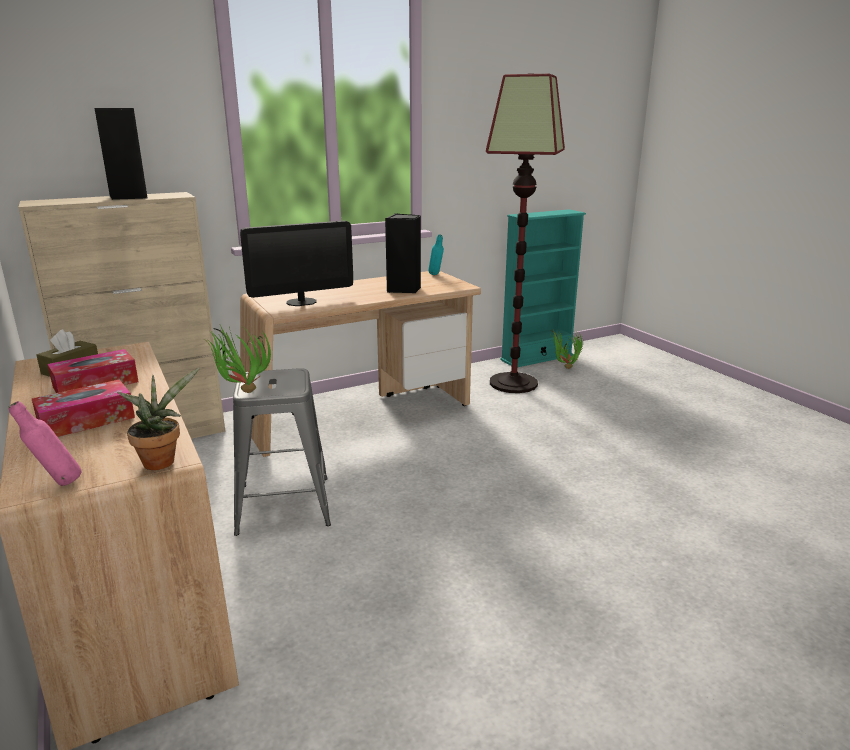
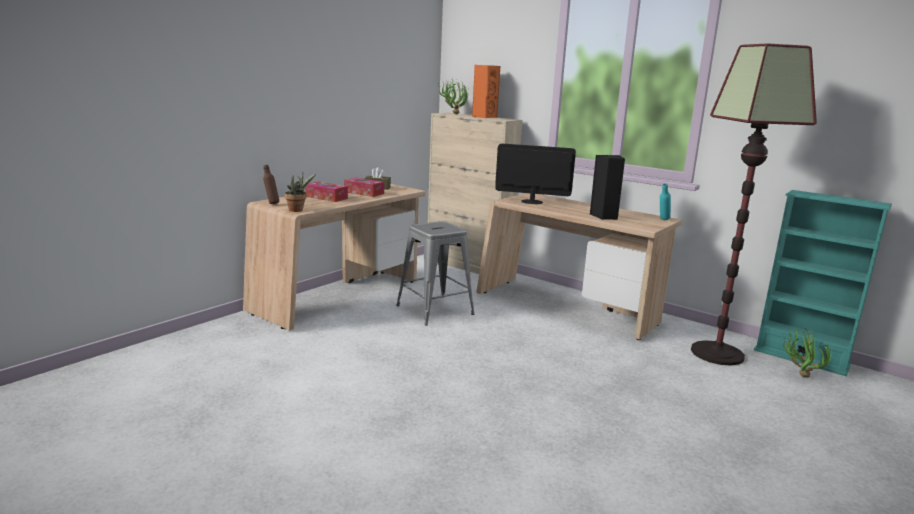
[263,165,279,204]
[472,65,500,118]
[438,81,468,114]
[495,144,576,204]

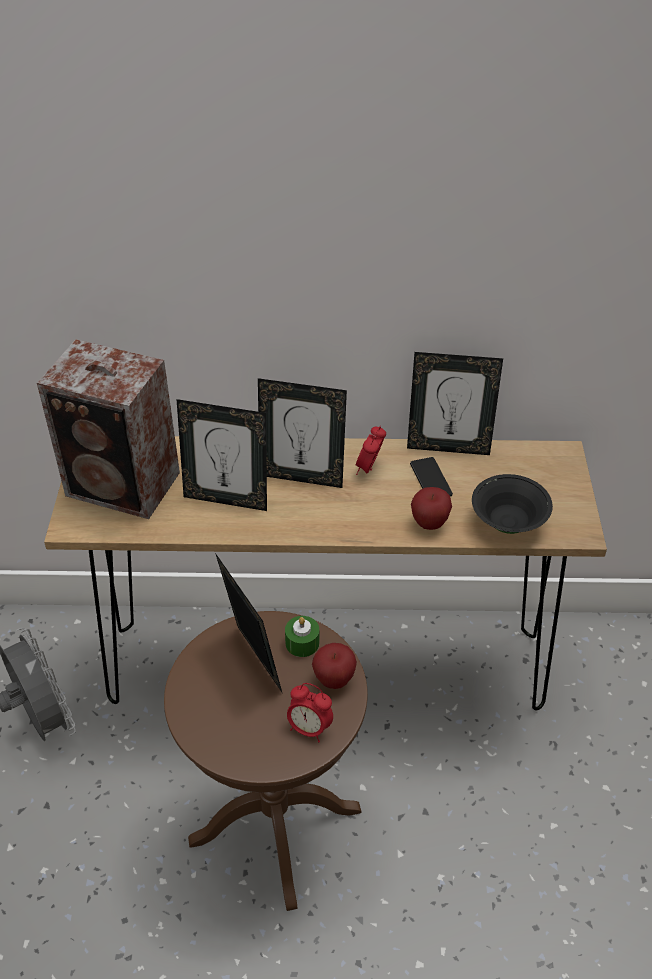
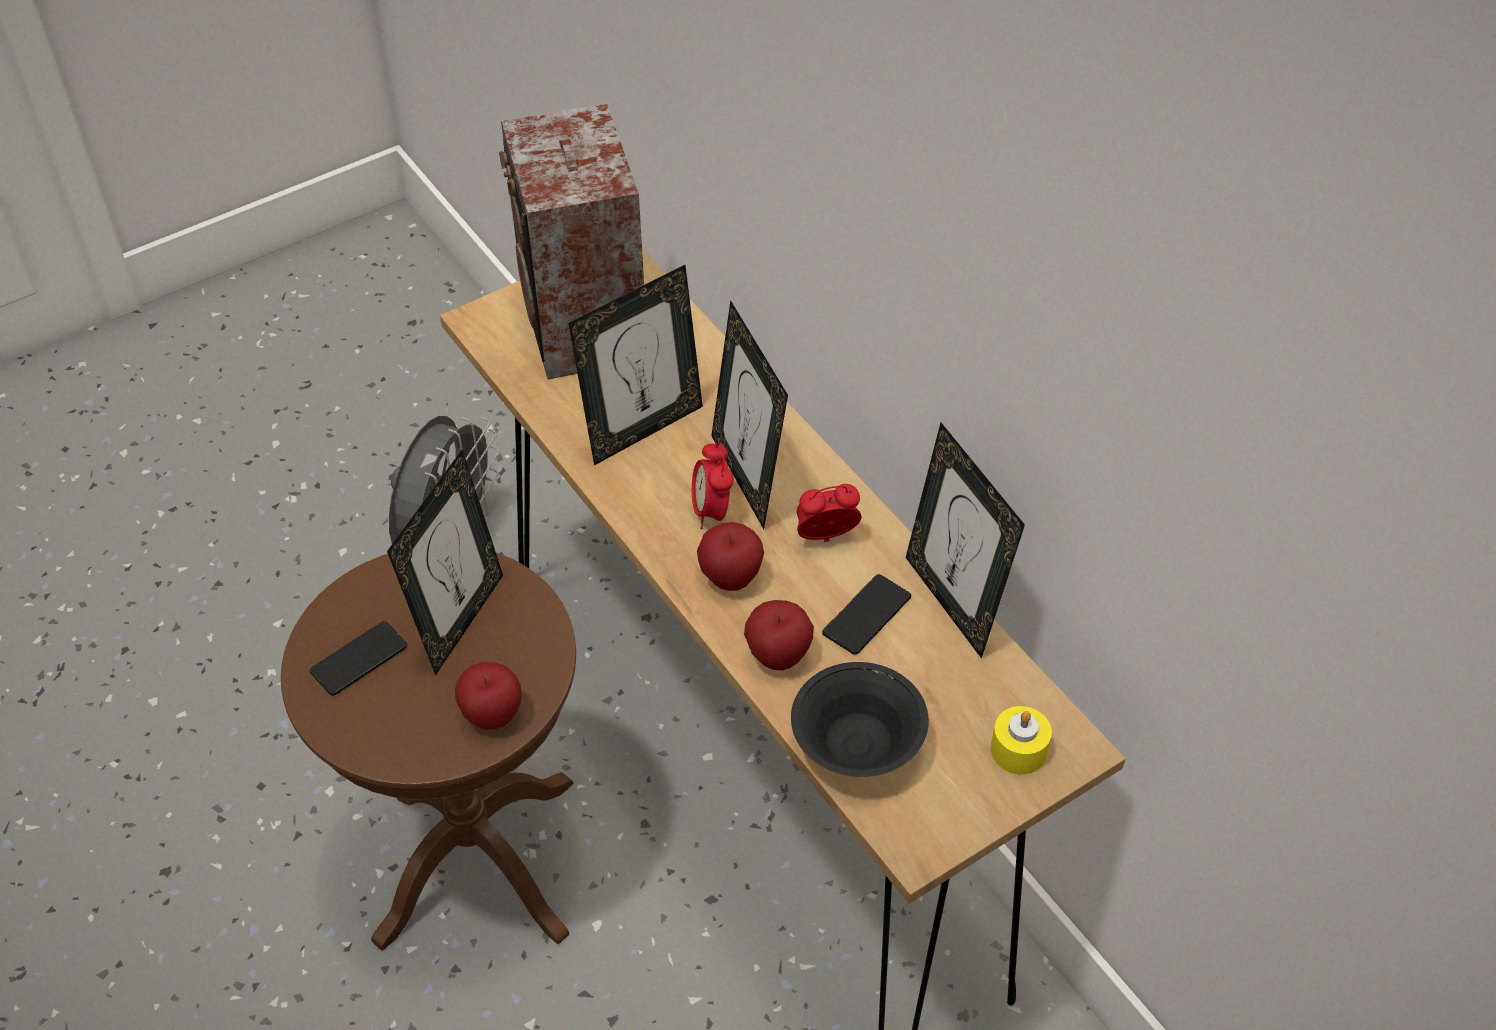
[568,265,703,465]
[285,616,319,657] (first image)
[692,442,734,529]
[310,621,408,696]
[697,522,764,591]
[991,706,1052,774]

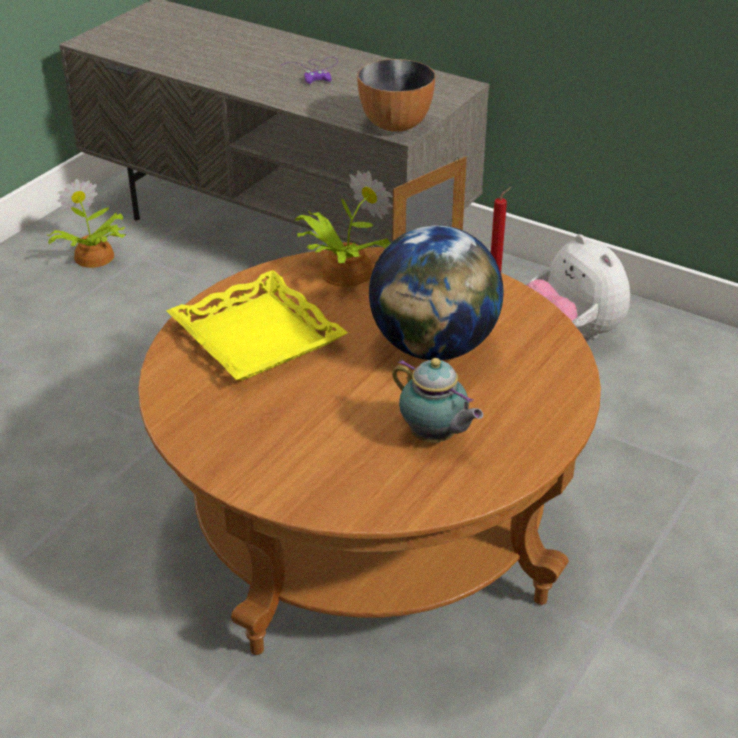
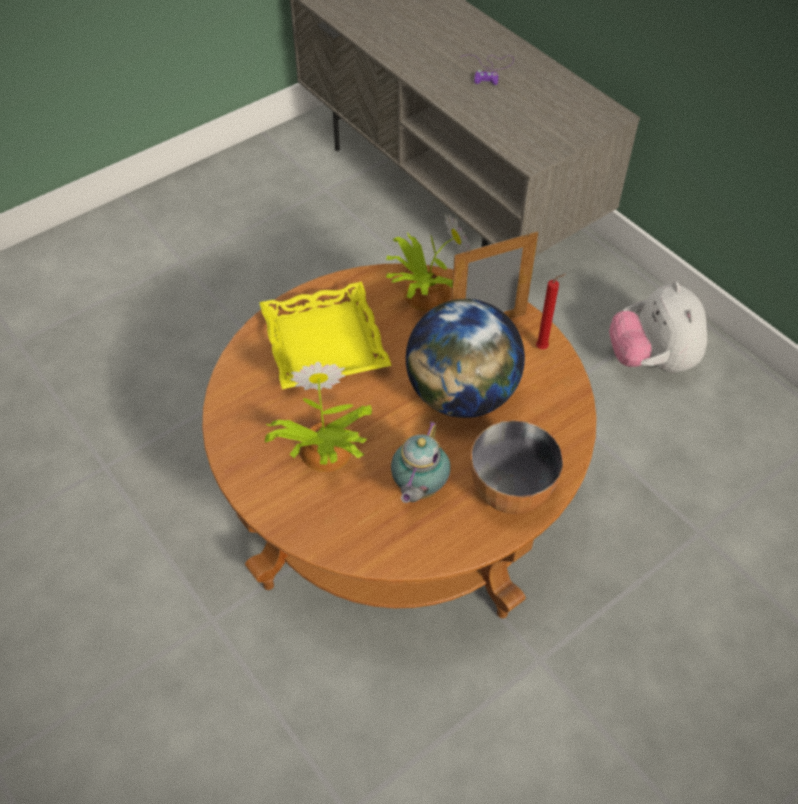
[265,362,372,472]
[470,420,563,514]
[391,421,450,503]

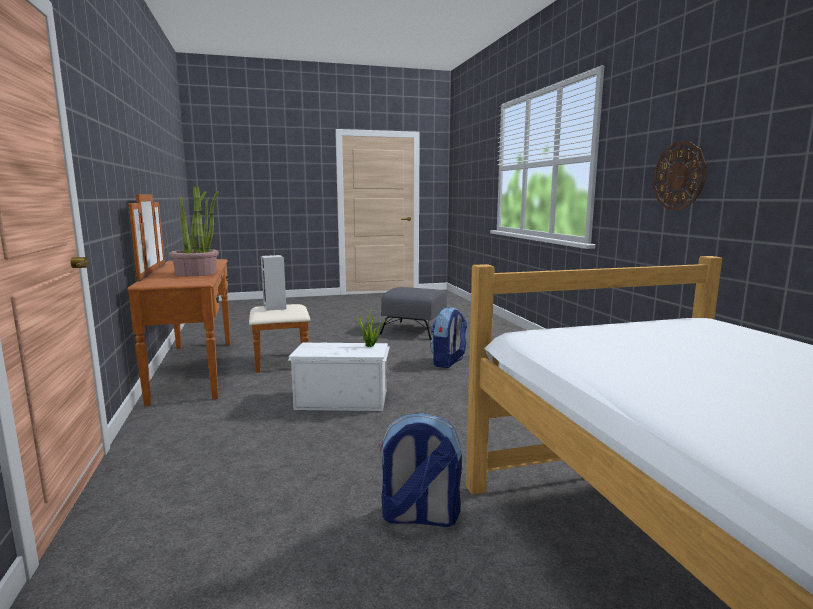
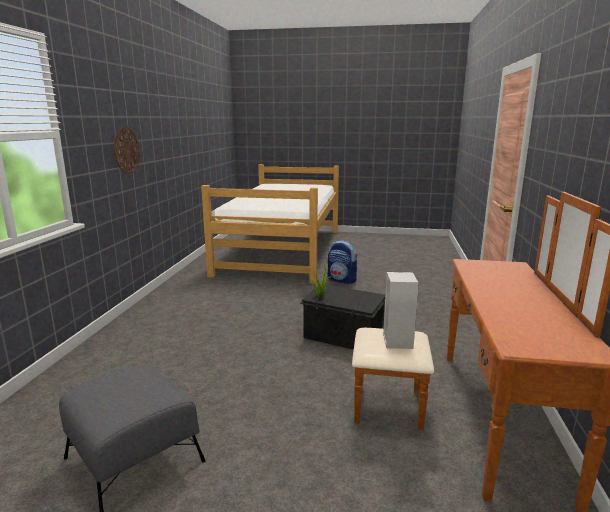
[169,186,219,276] (first image)
[300,285,385,350]
[430,307,467,368] (first image)

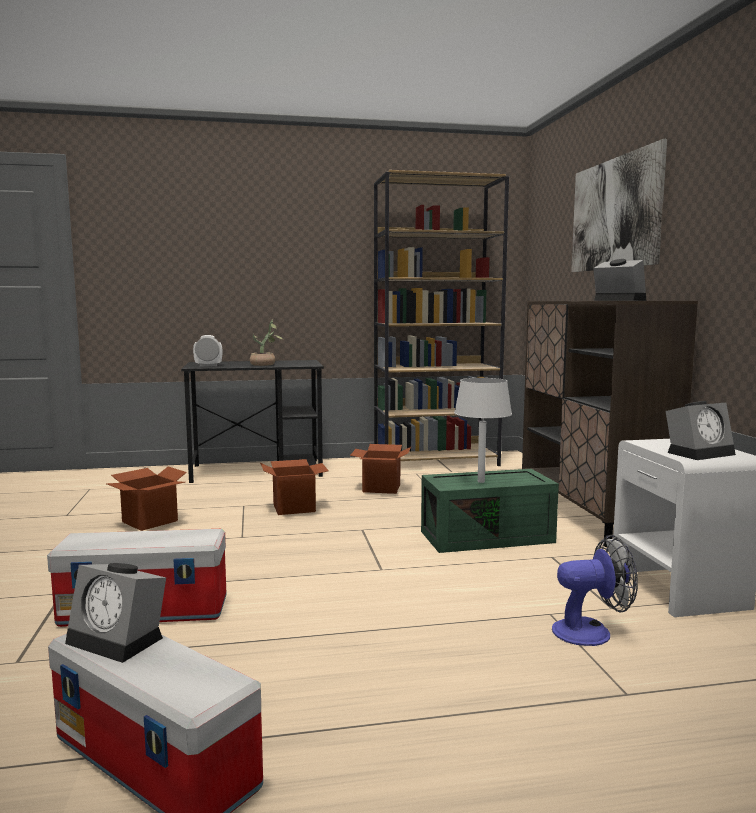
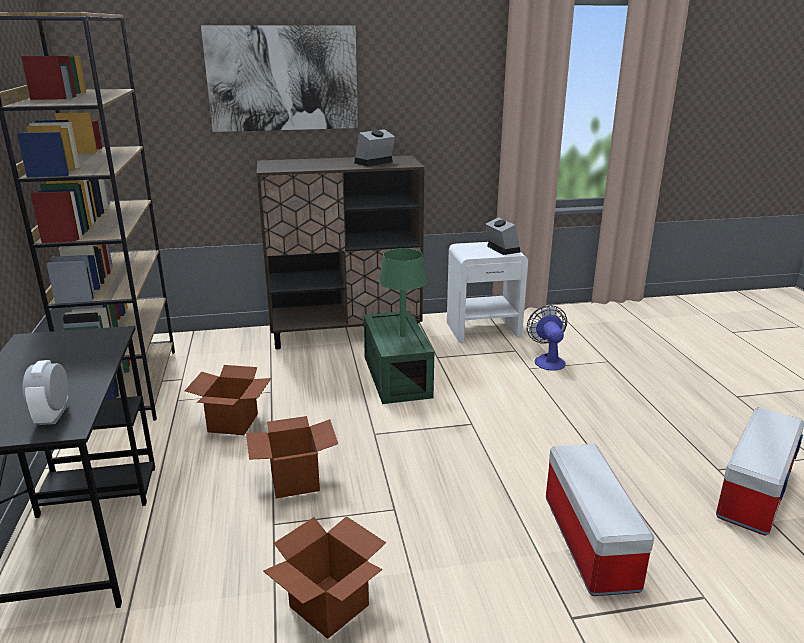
[65,563,166,663] (first image)
[250,320,283,366] (first image)
[379,248,427,337]

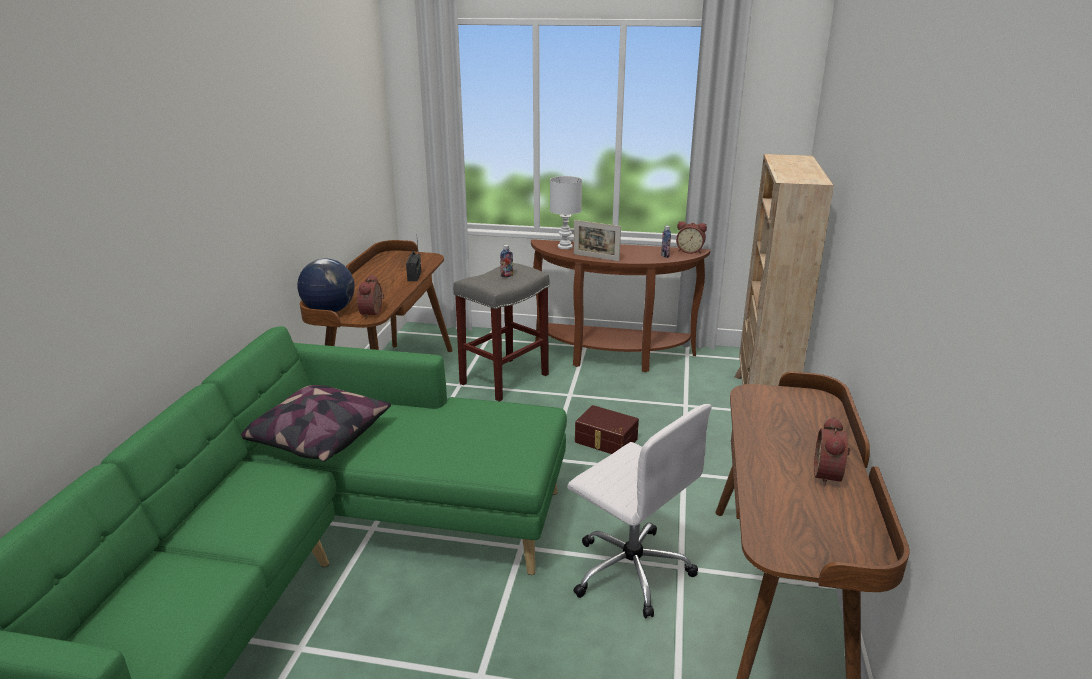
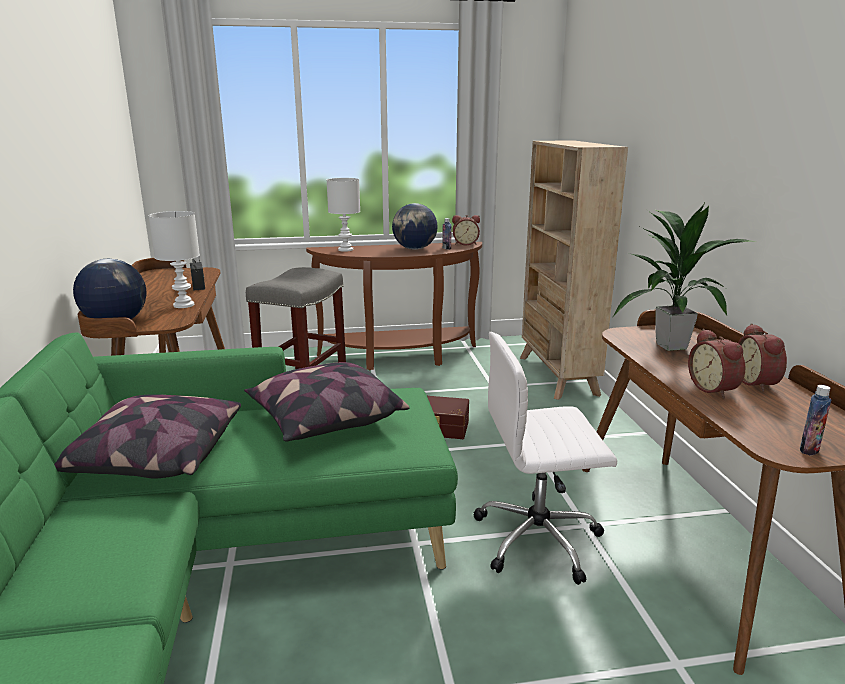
[688,329,745,398]
[800,385,832,456]
[473,332,617,585]
[574,220,621,261] (first image)
[148,211,200,308]
[244,362,410,441]
[392,203,438,250]
[613,203,758,351]

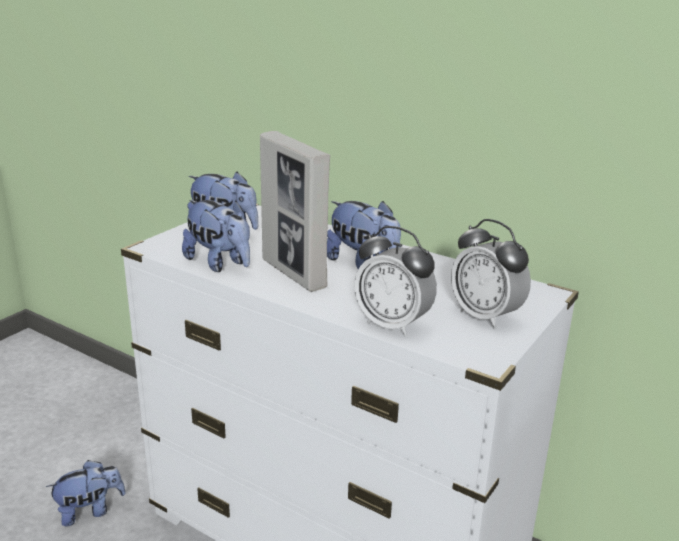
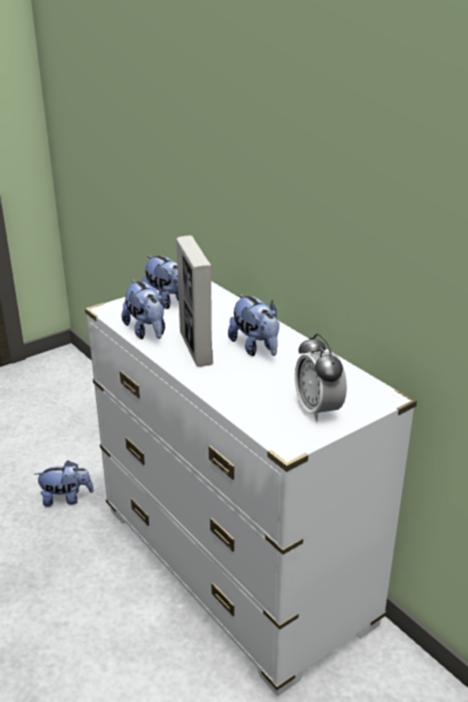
[354,226,437,337] (first image)

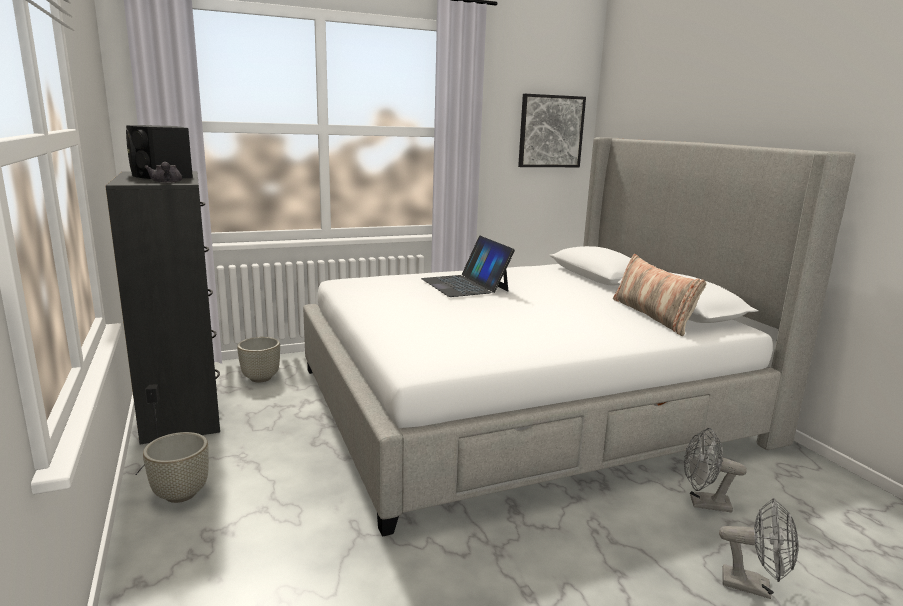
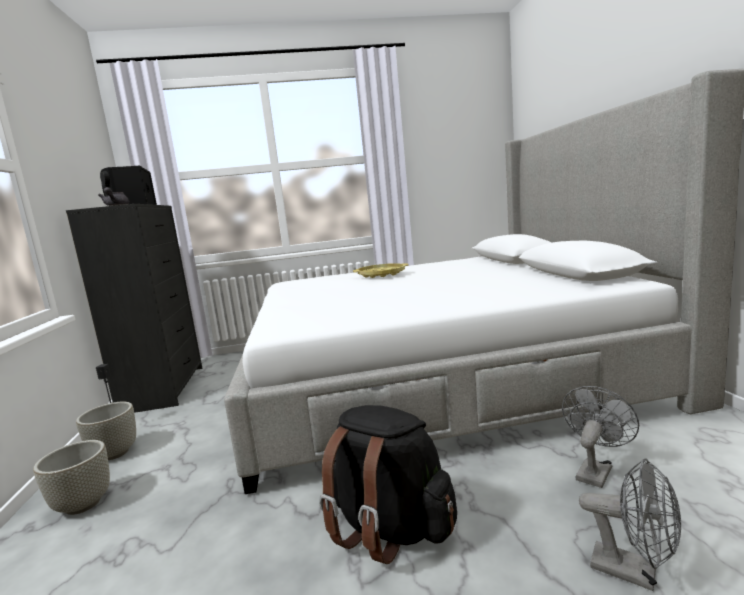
[33,440,110,515]
[353,263,409,278]
[518,94,586,167] (first image)
[613,254,706,336] (first image)
[562,386,639,488]
[319,405,457,564]

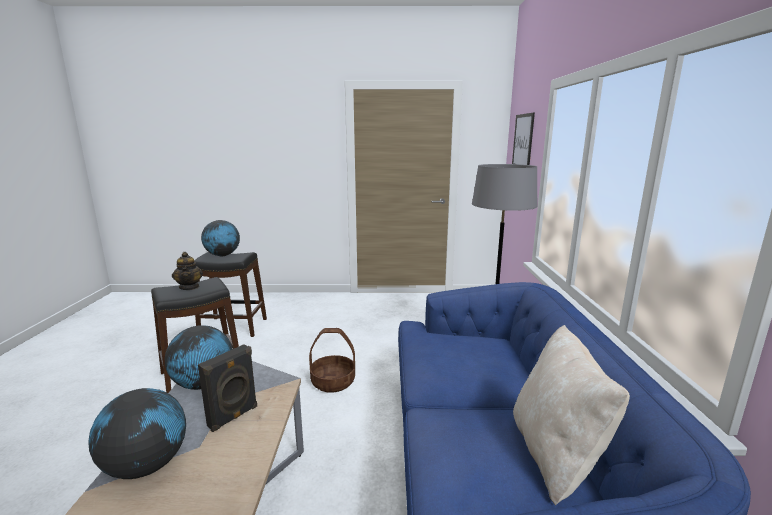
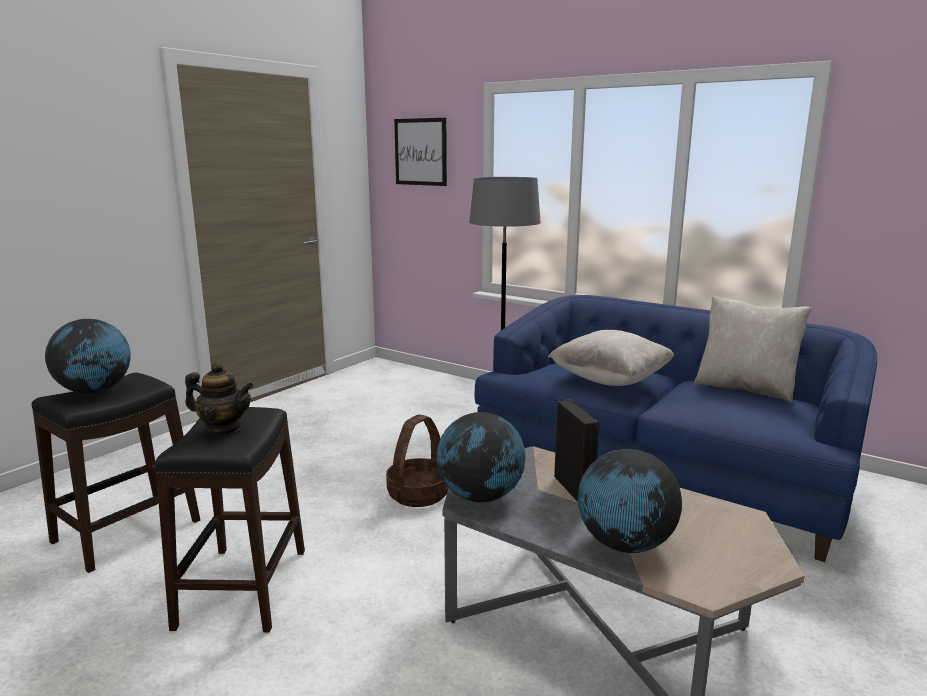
[548,330,674,386]

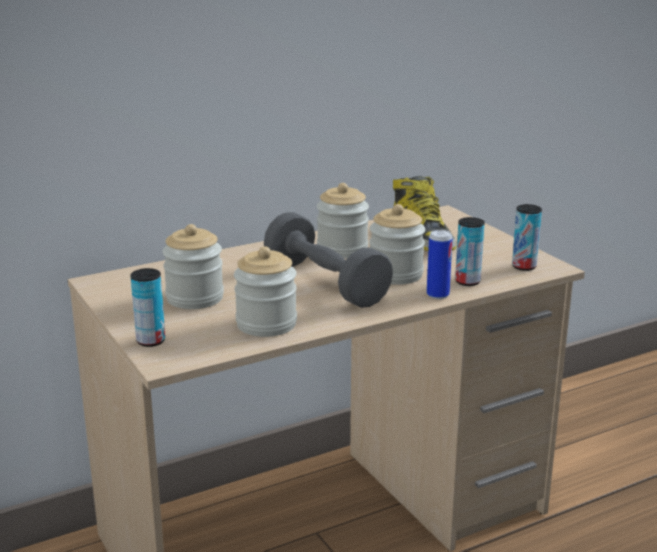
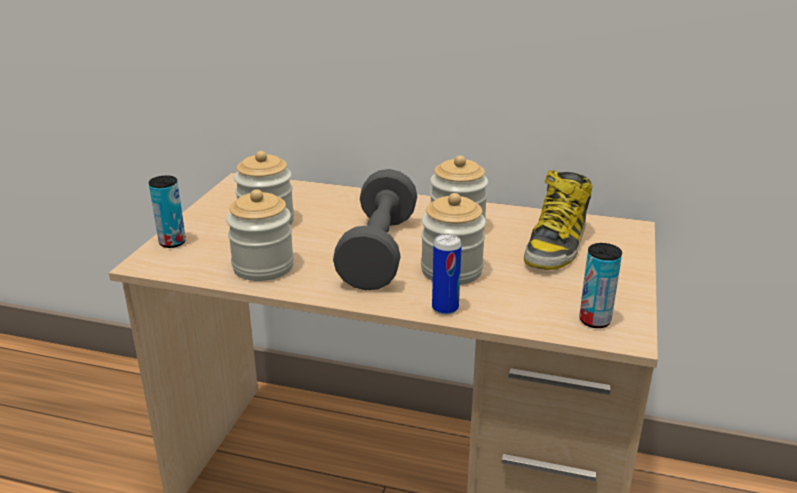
[455,217,485,286] (first image)

